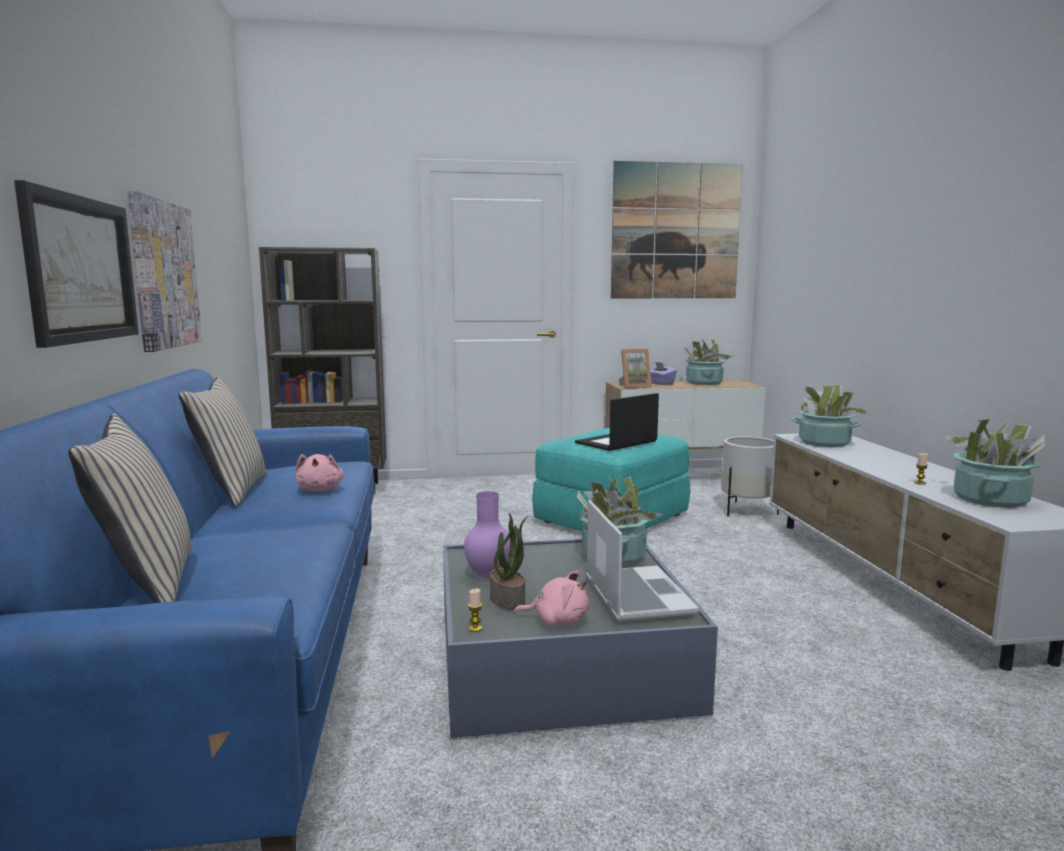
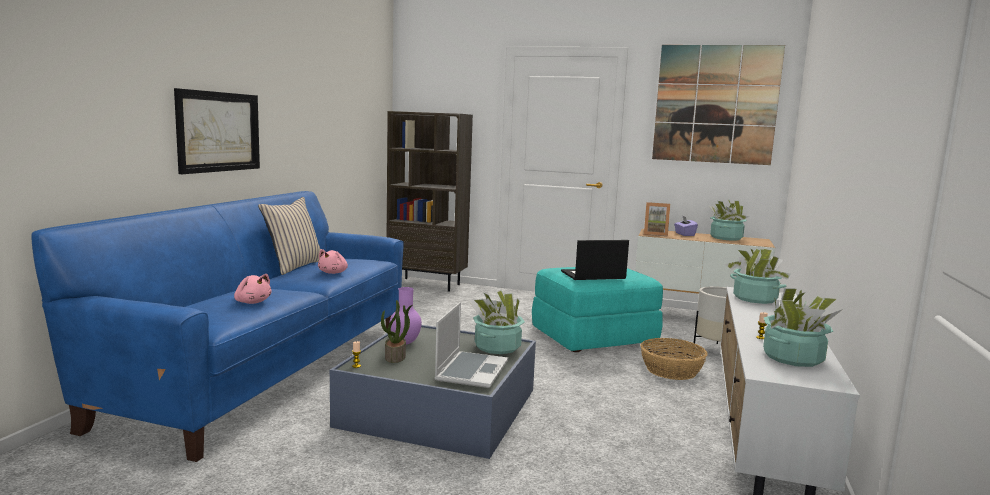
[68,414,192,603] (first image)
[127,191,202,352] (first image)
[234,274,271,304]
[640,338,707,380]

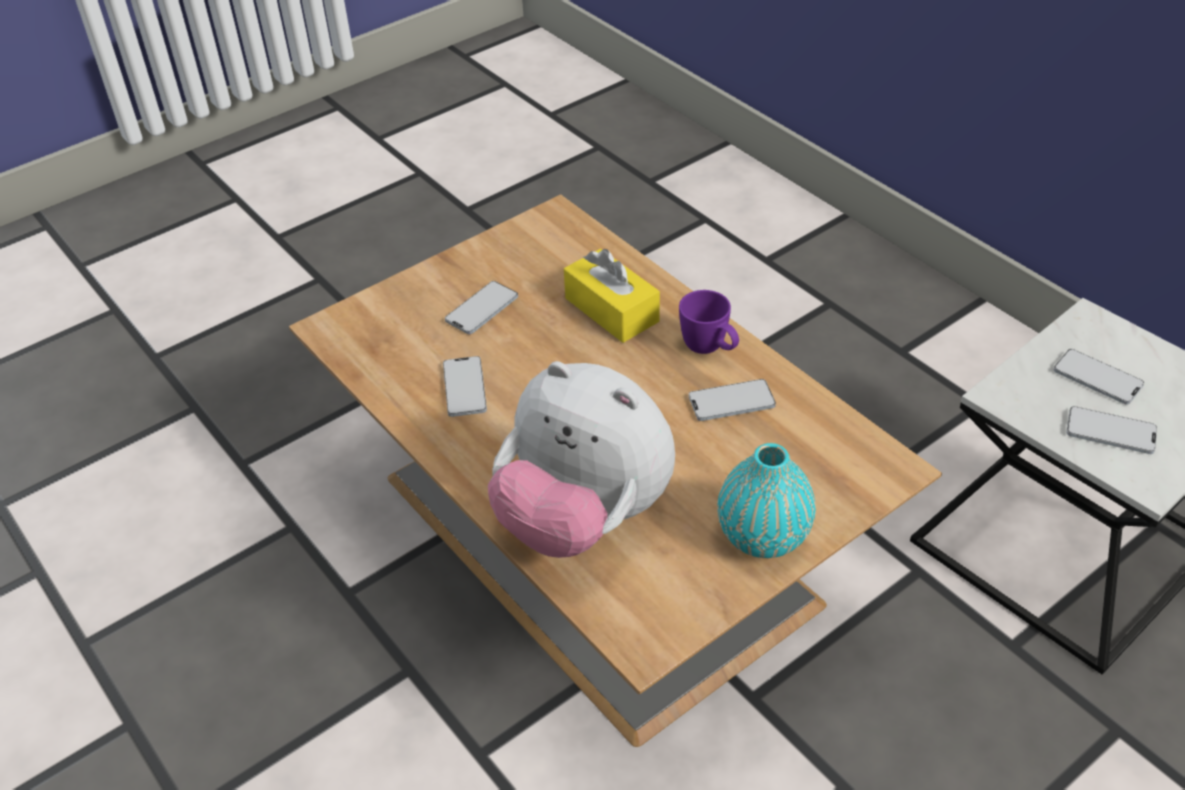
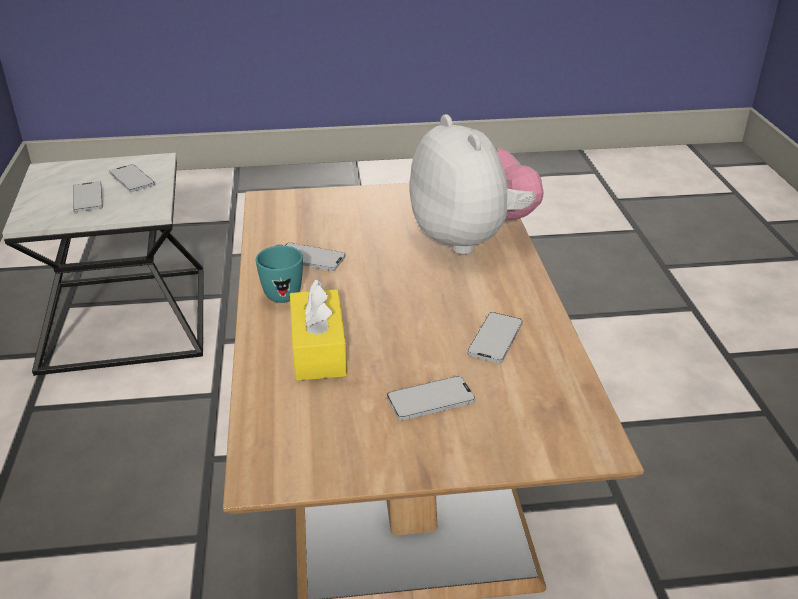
[256,244,303,303]
[717,443,816,558] (first image)

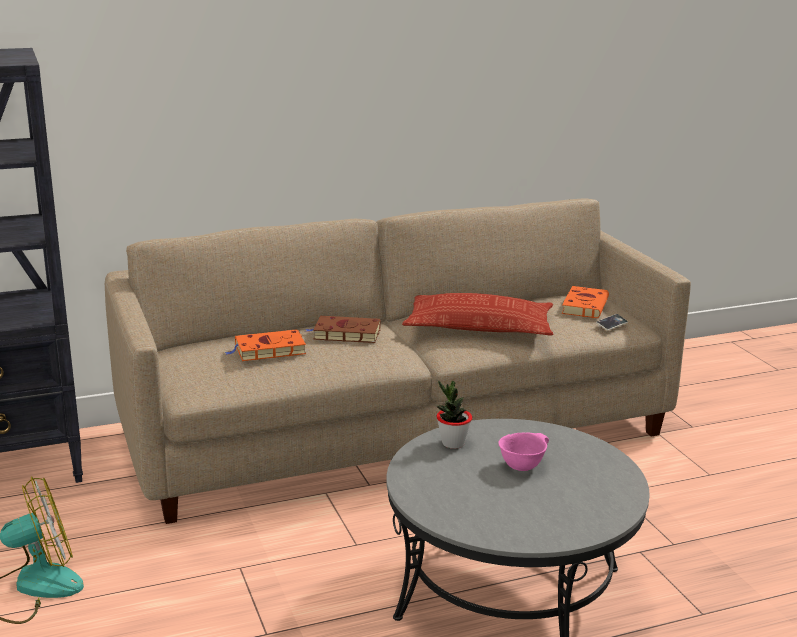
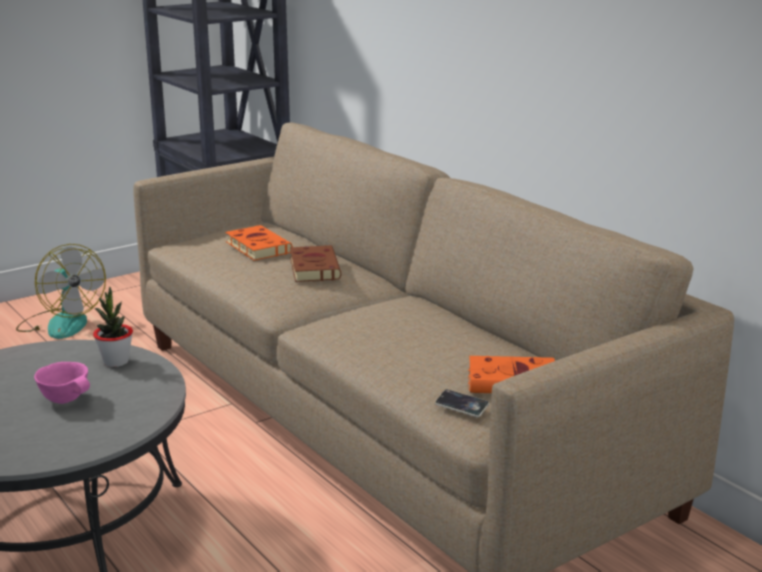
[402,293,553,336] (first image)

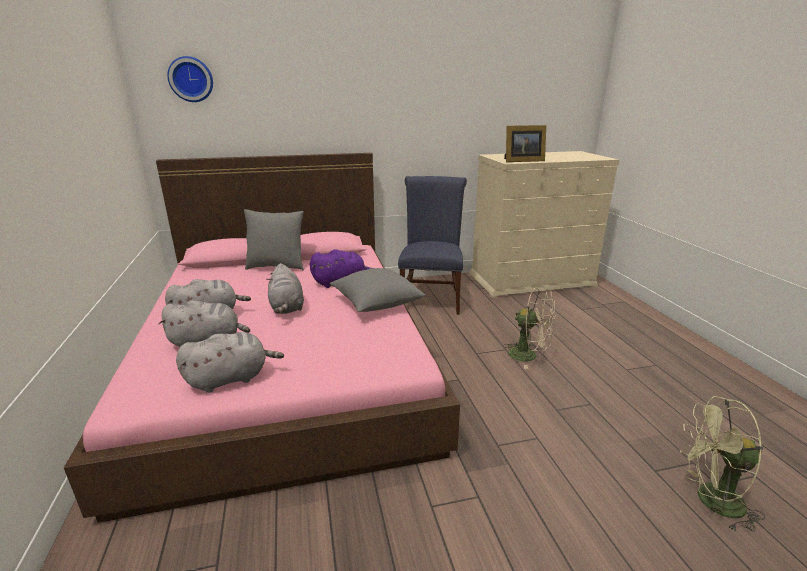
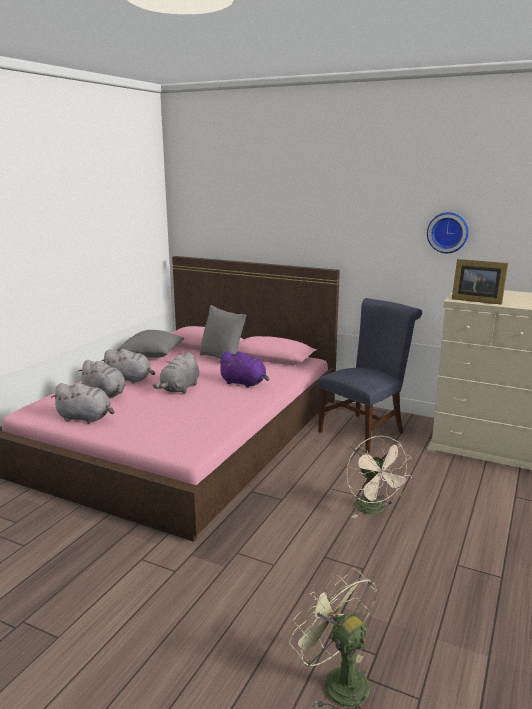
[427,212,469,253]
[117,330,184,358]

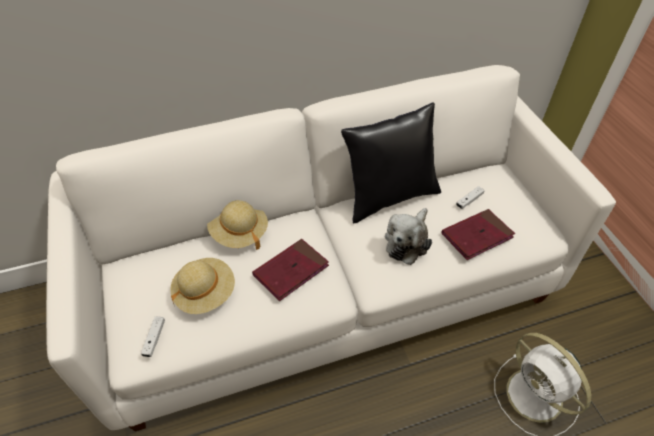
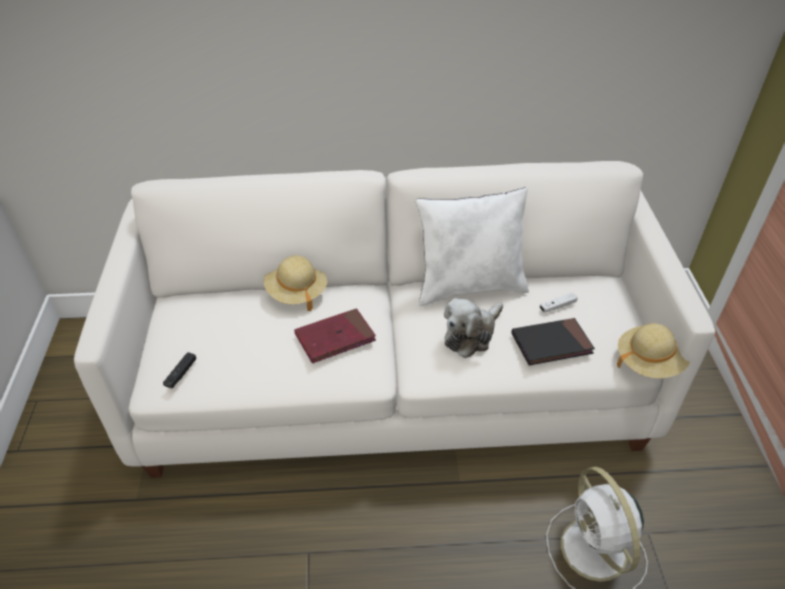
[163,352,196,389]
[617,323,690,378]
[416,187,529,306]
[511,318,595,365]

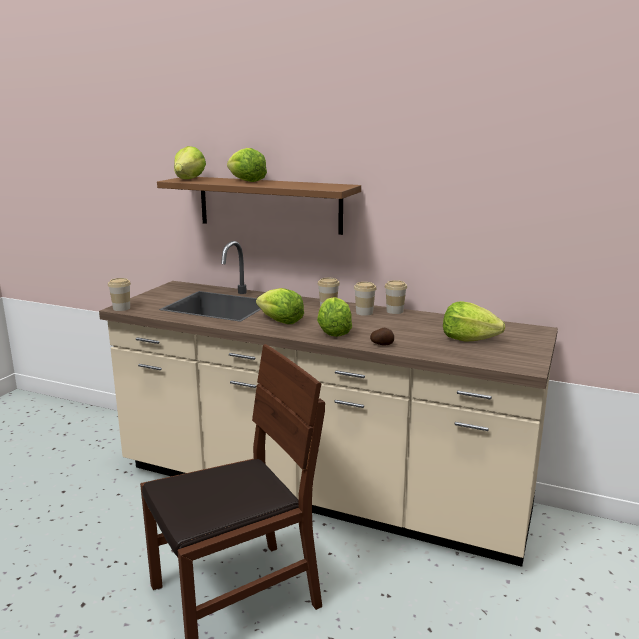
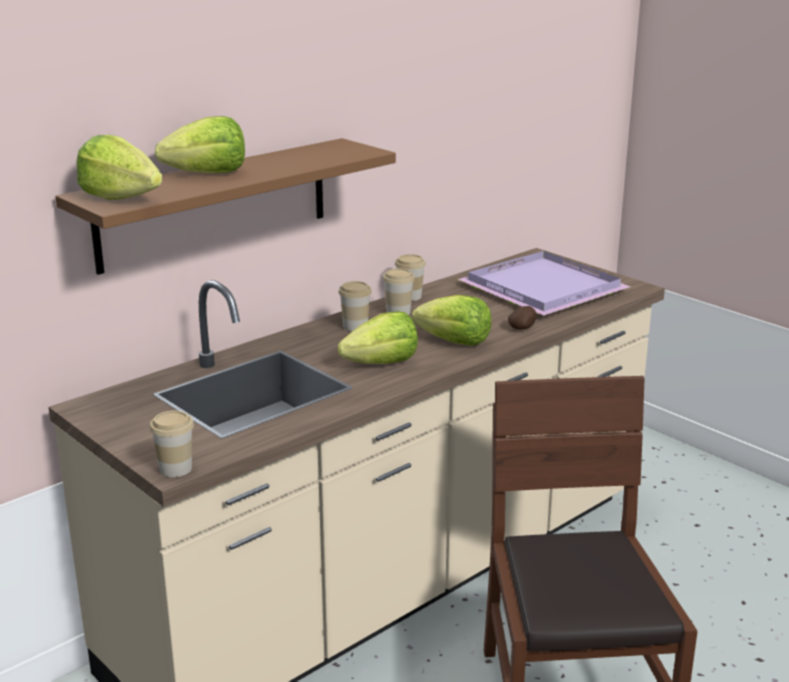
[458,251,630,315]

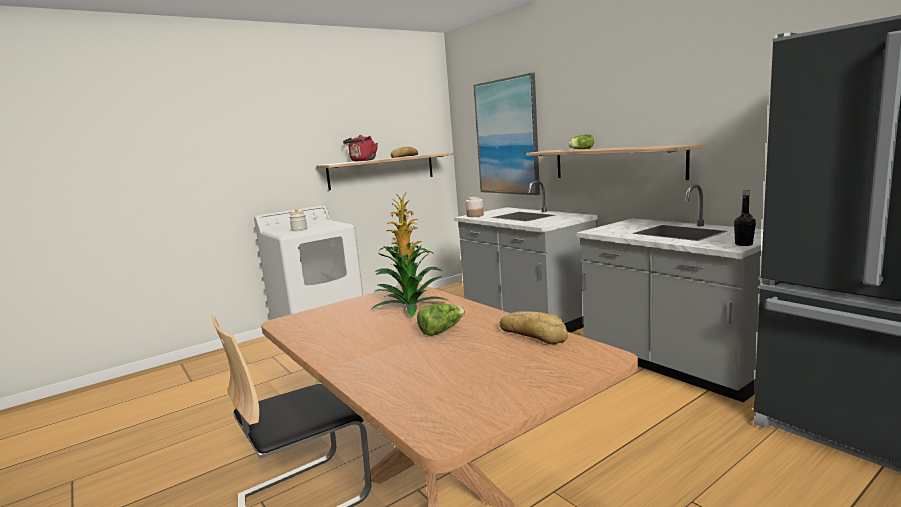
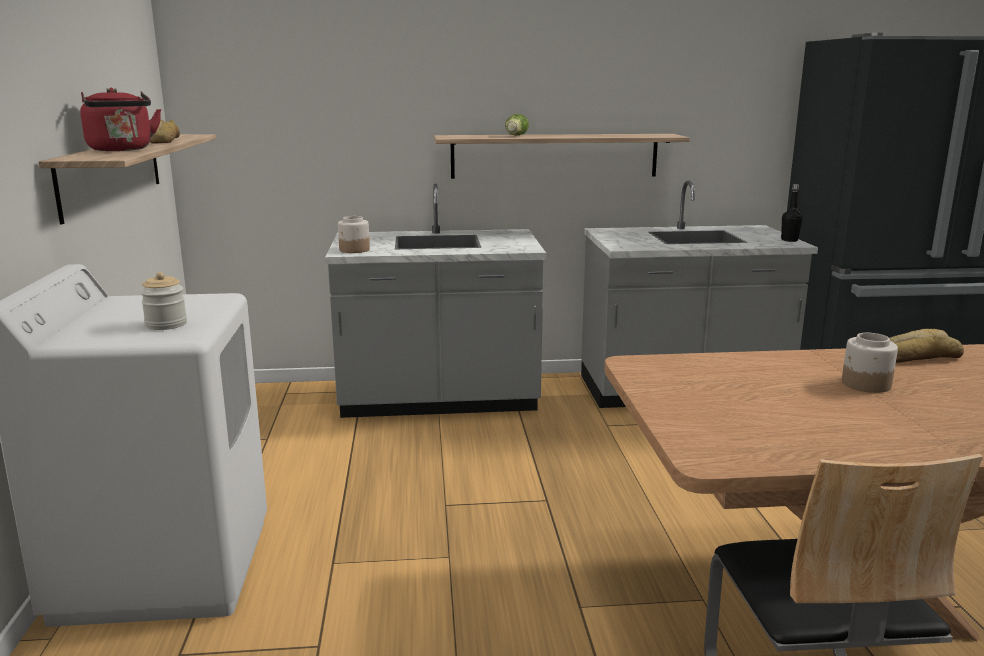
[371,193,449,317] (first image)
[842,333,898,393]
[473,73,540,195] (first image)

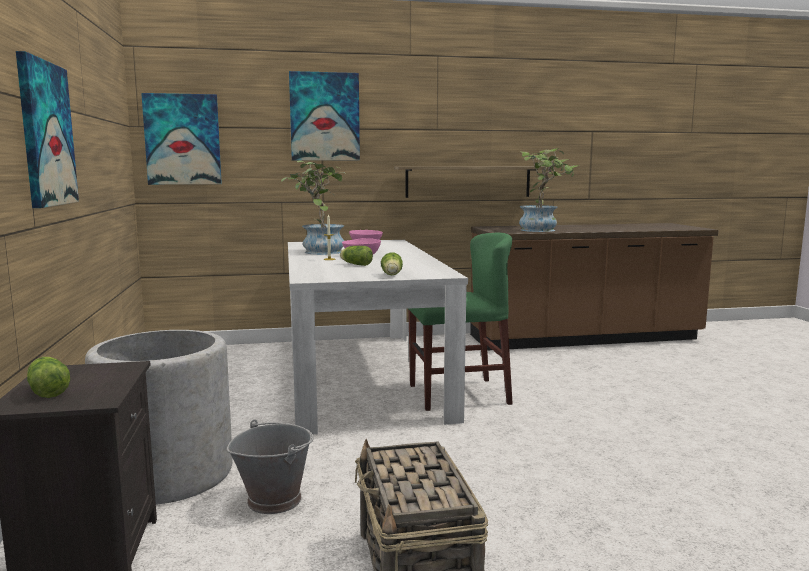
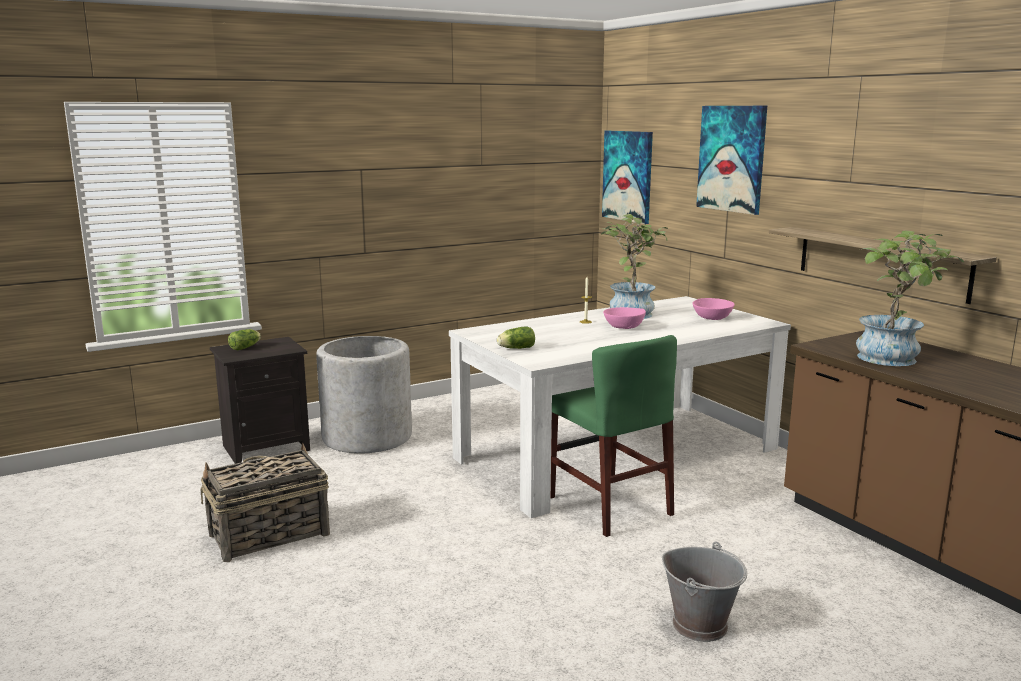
[16,51,79,208] (first image)
[662,542,747,642]
[340,246,373,266] (first image)

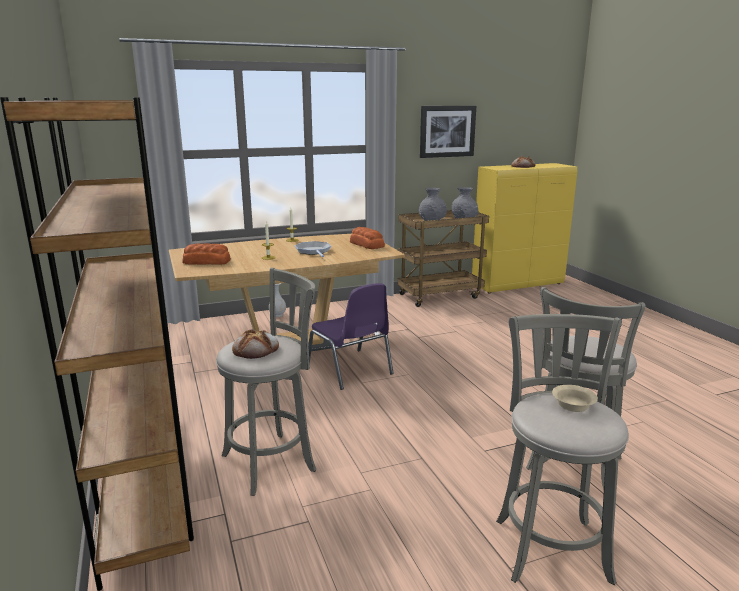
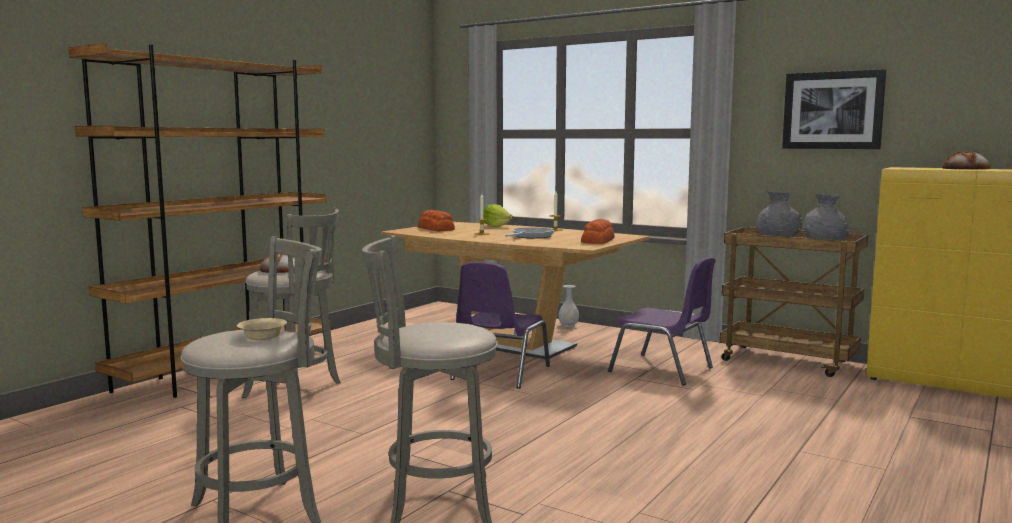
[484,204,513,227]
[608,257,715,385]

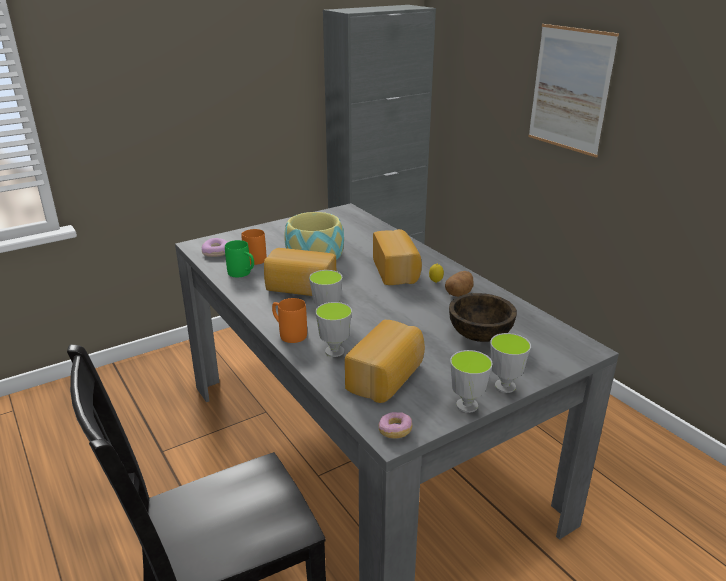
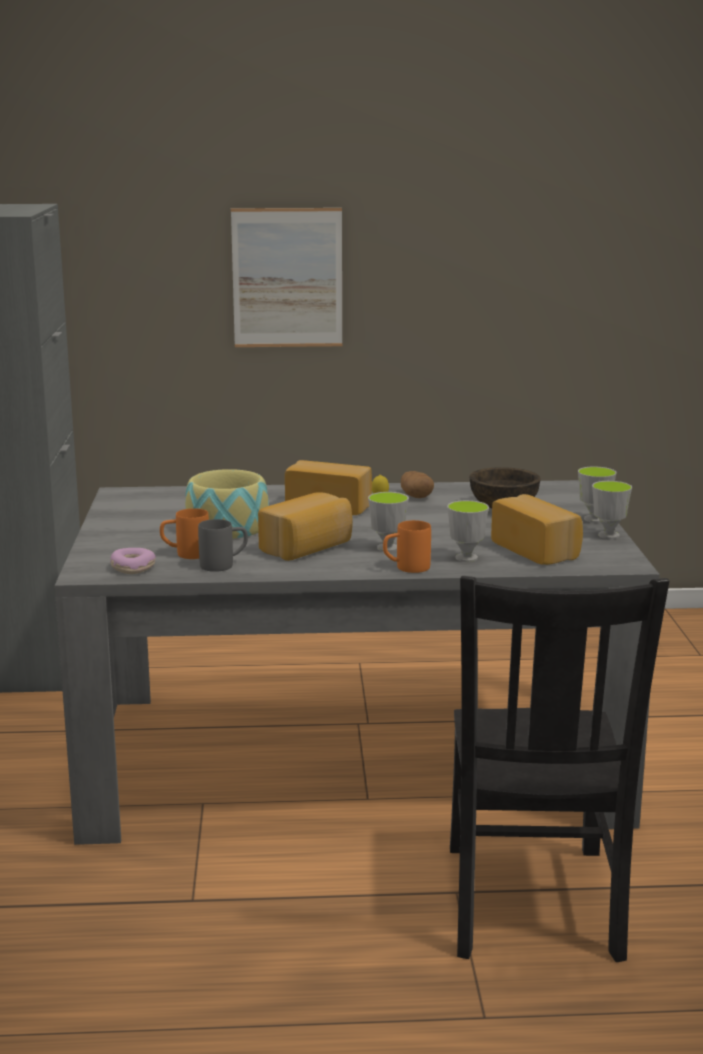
[198,519,248,572]
[379,412,412,439] (first image)

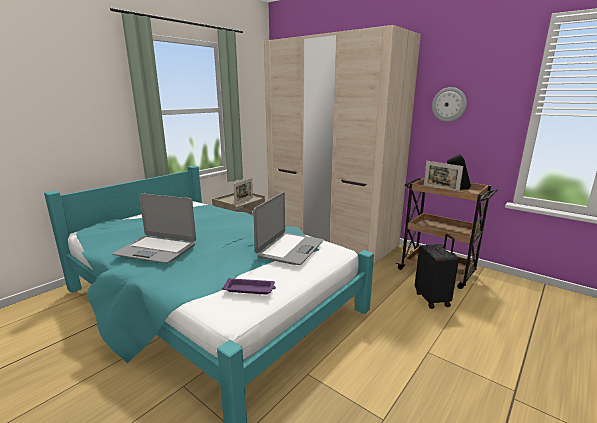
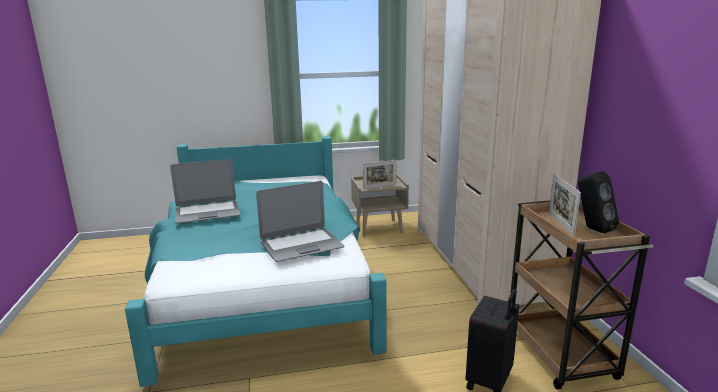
[170,159,240,224]
[222,278,276,295] (first image)
[432,87,467,122] (first image)

